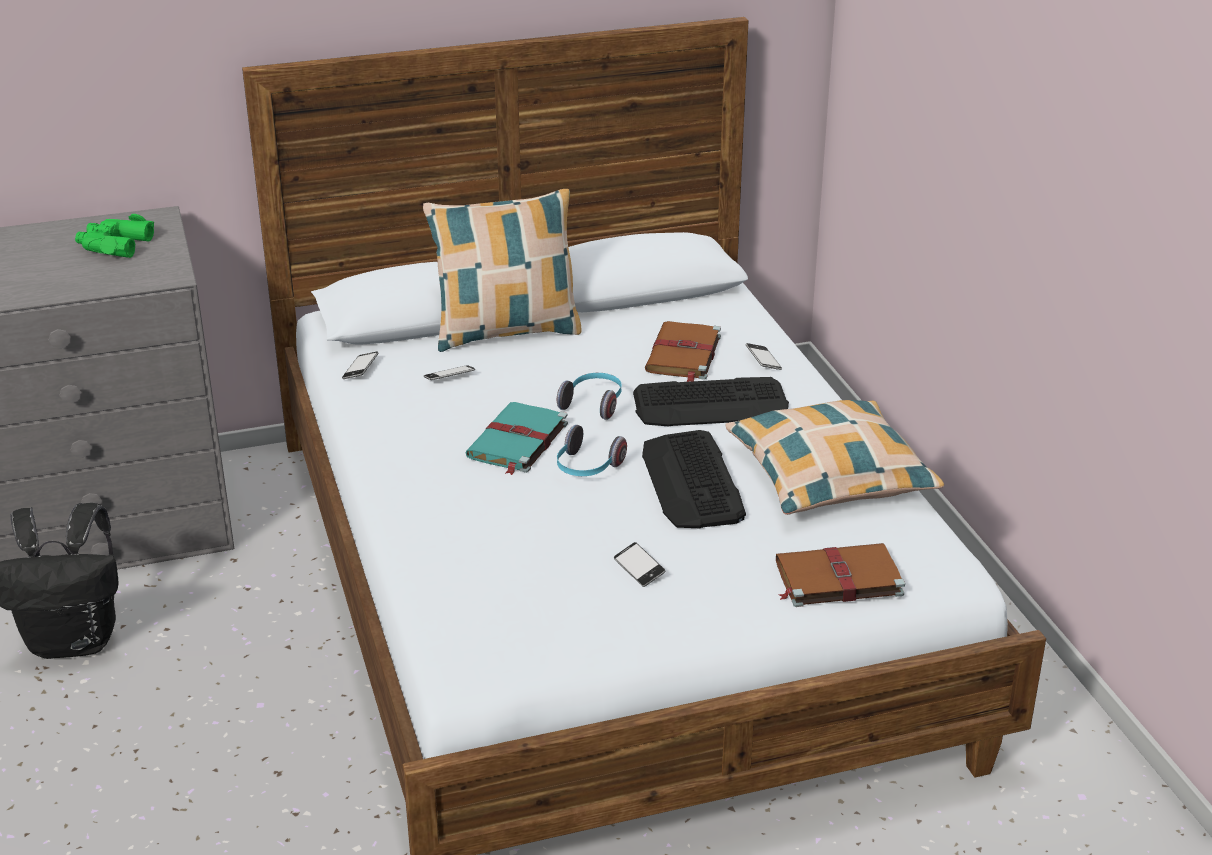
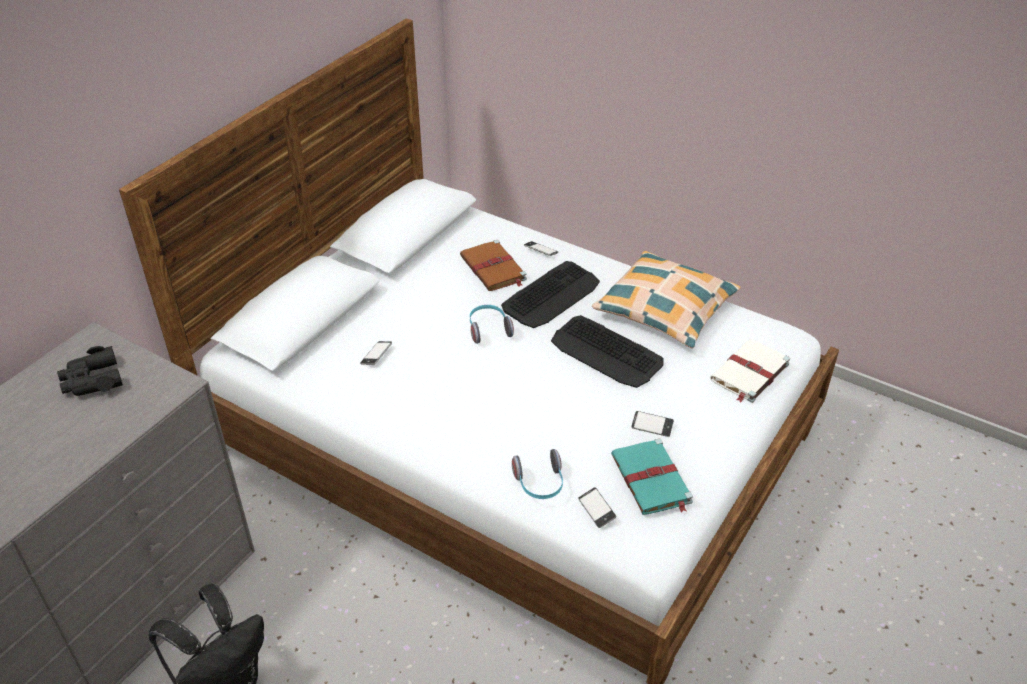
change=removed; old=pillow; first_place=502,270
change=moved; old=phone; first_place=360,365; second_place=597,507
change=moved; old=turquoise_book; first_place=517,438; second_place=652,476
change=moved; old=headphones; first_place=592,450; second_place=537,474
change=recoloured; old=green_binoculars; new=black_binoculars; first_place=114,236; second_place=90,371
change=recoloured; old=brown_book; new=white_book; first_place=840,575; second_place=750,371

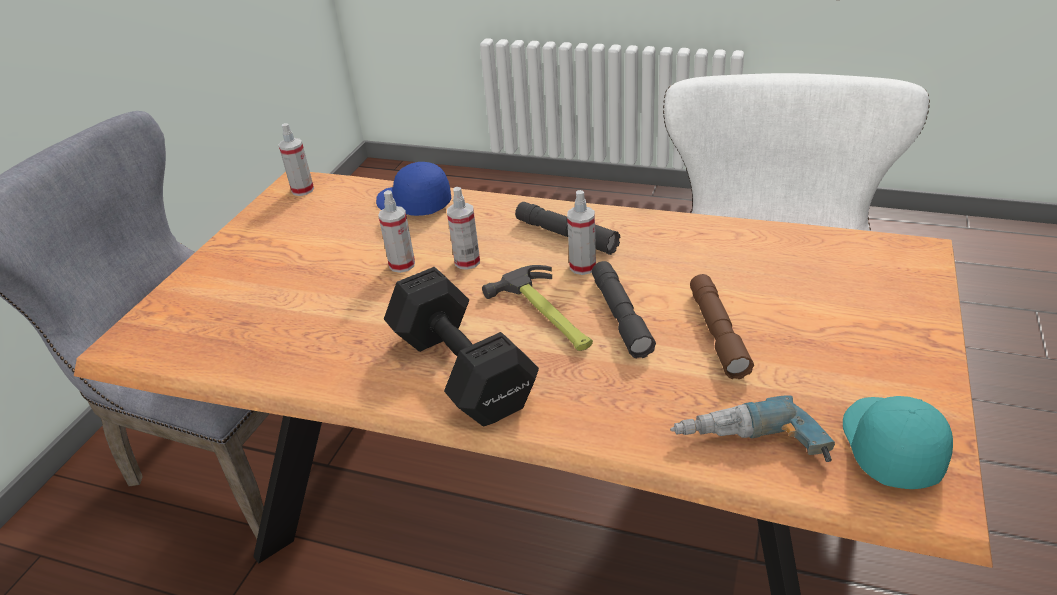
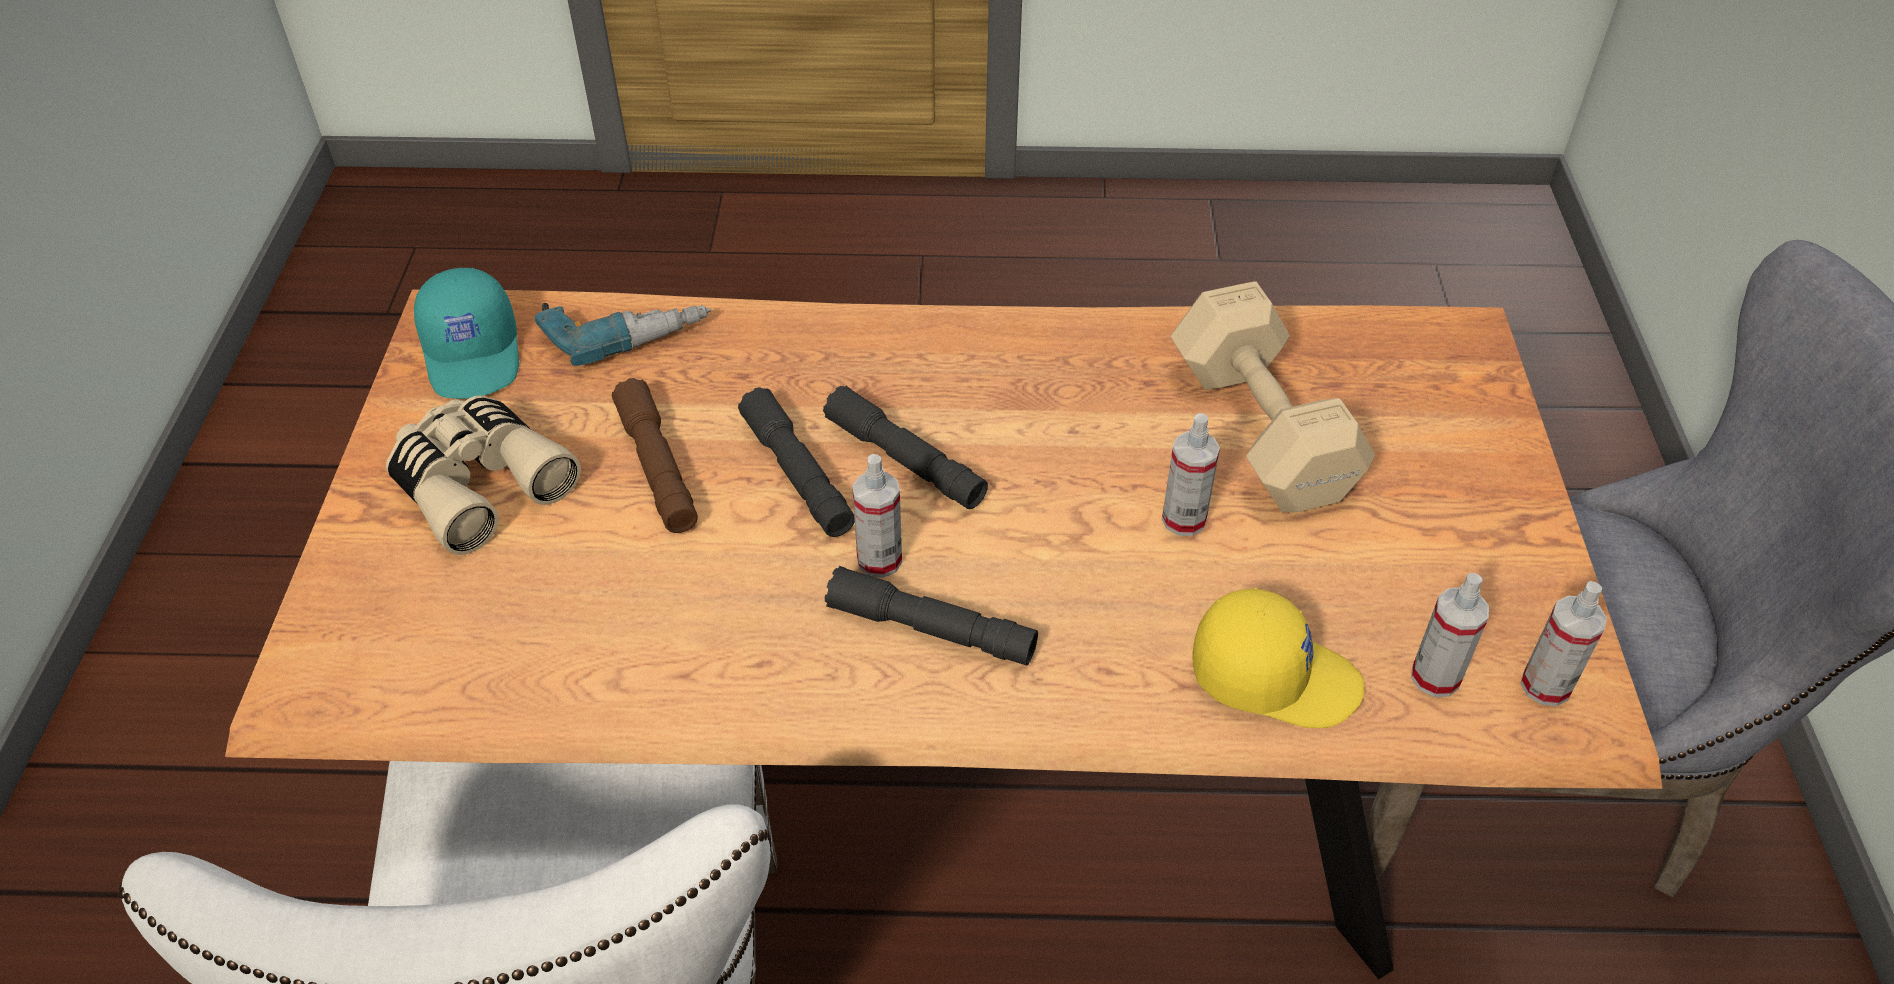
change=removed; old=black_dumbbell; first_place=461,346
change=added; new=beige_binoculars; second_place=483,475
change=added; new=beige_dumbbell; second_place=1273,396
change=moved; old=spray_bottle; first_place=463,228; second_place=1450,635
change=replaced; old=hammer; new=grey_flashlight; first_place=537,308; second_place=905,447
change=recoloured; old=blue_cap; new=yellow_cap; first_place=413,189; second_place=1278,658

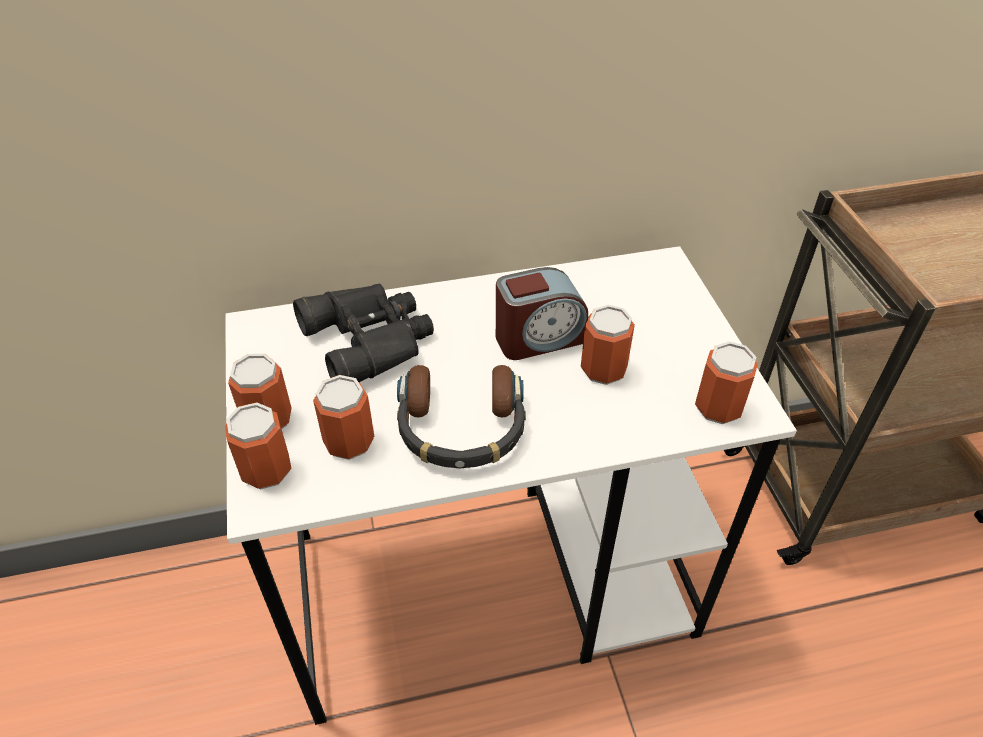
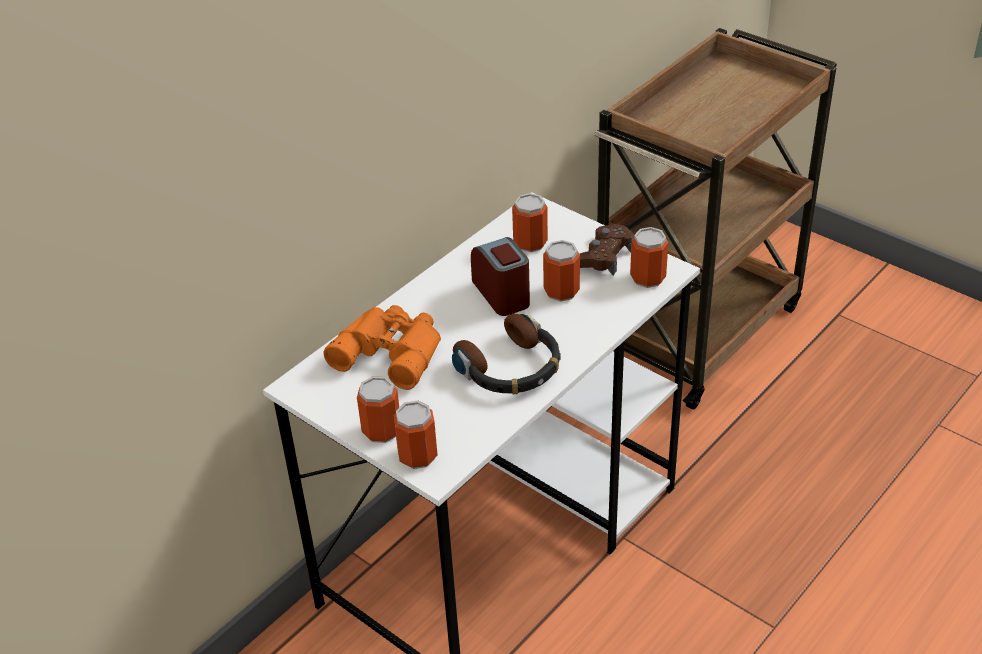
change=added; new=brown_game_controller; second_place=607,249
change=moved; old=can; first_place=343,417; second_place=530,222
change=recoloured; old=black_binoculars; new=orange_binoculars; first_place=363,333; second_place=382,347
change=turned; old=alarm_clock; first_place=542,313; second_place=500,276; degrees=-60

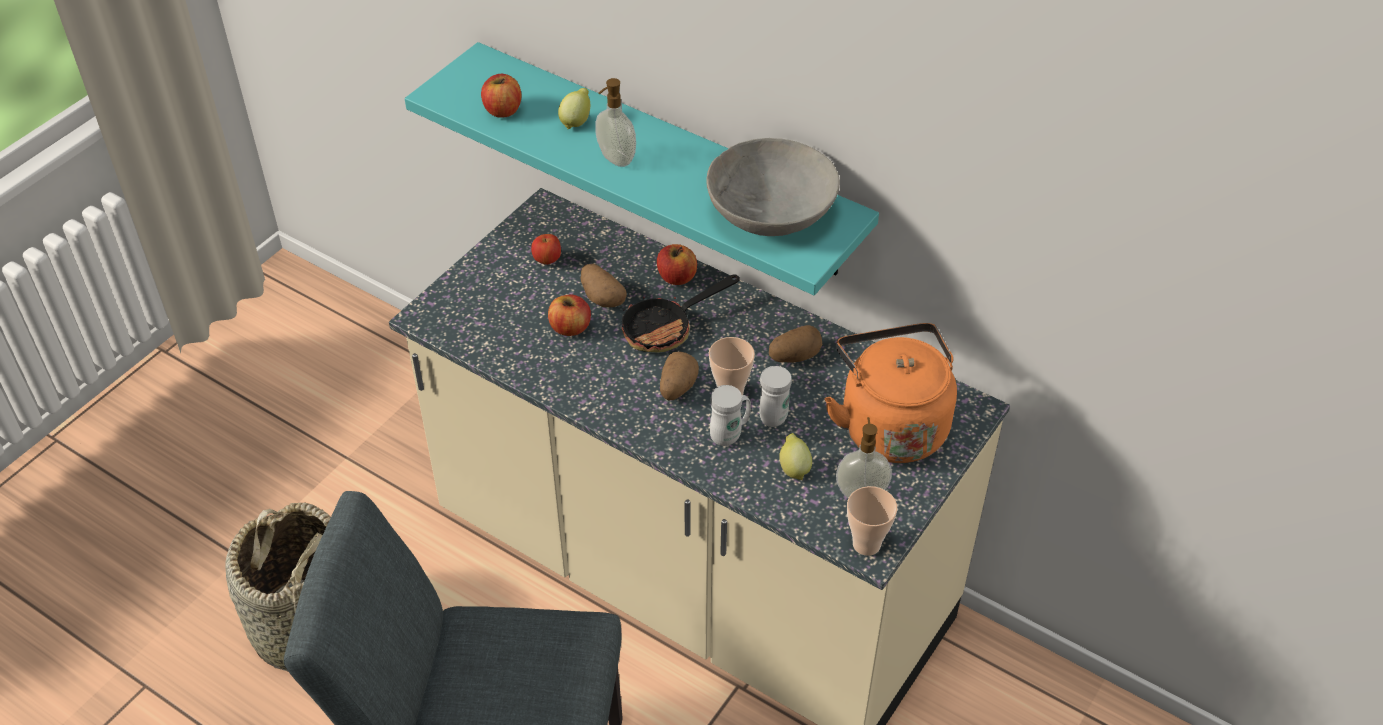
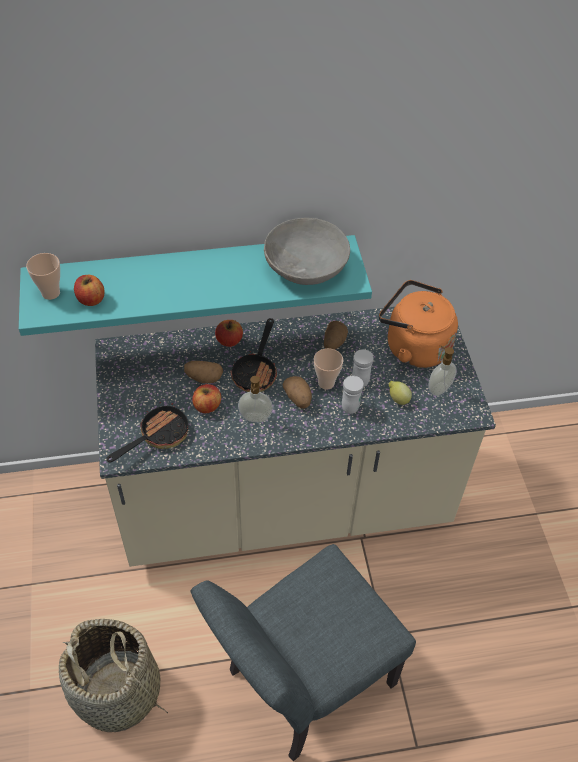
change=removed; old=apple; first_place=546,249
change=removed; old=lemon; first_place=574,108
change=added; new=frying_pan; second_place=147,432
change=moved; old=soap_dispenser; first_place=615,122; second_place=255,399
change=moved; old=cup; first_place=872,521; second_place=43,276

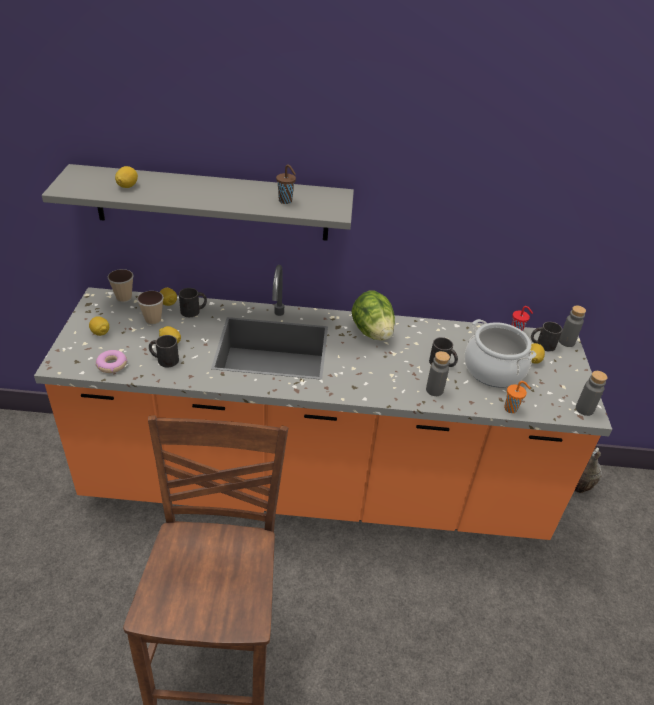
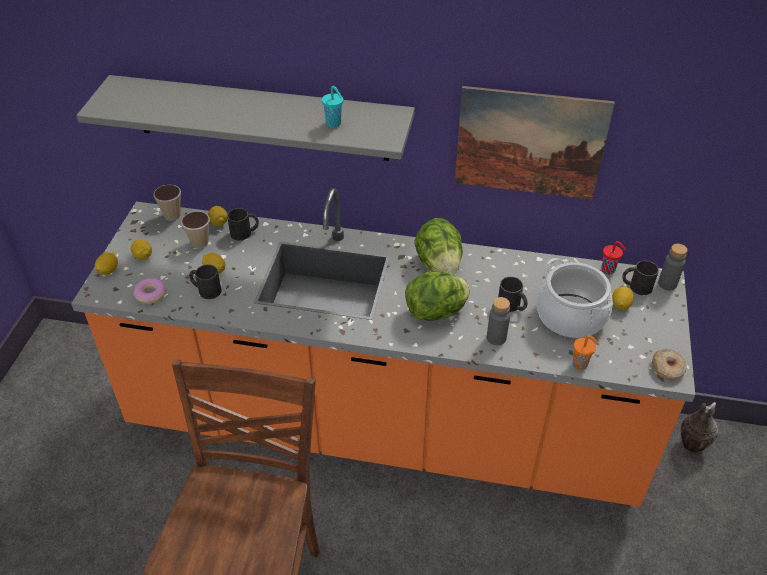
change=added; new=lettuce; second_place=437,296
change=added; new=picture; second_place=535,142
change=moved; old=lemon; first_place=126,177; second_place=106,263
change=replaced; old=grey_bottle; new=donut; first_place=592,393; second_place=669,364
change=recoloured; old=brown_cup; new=turquoise_cup; first_place=286,184; second_place=332,106

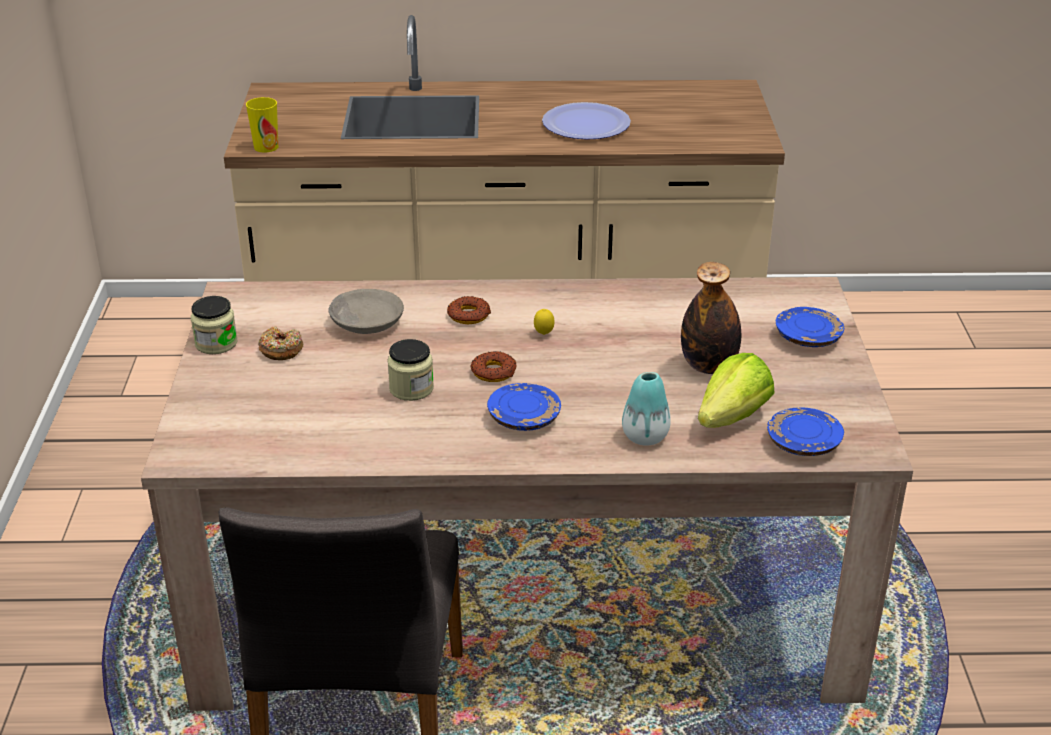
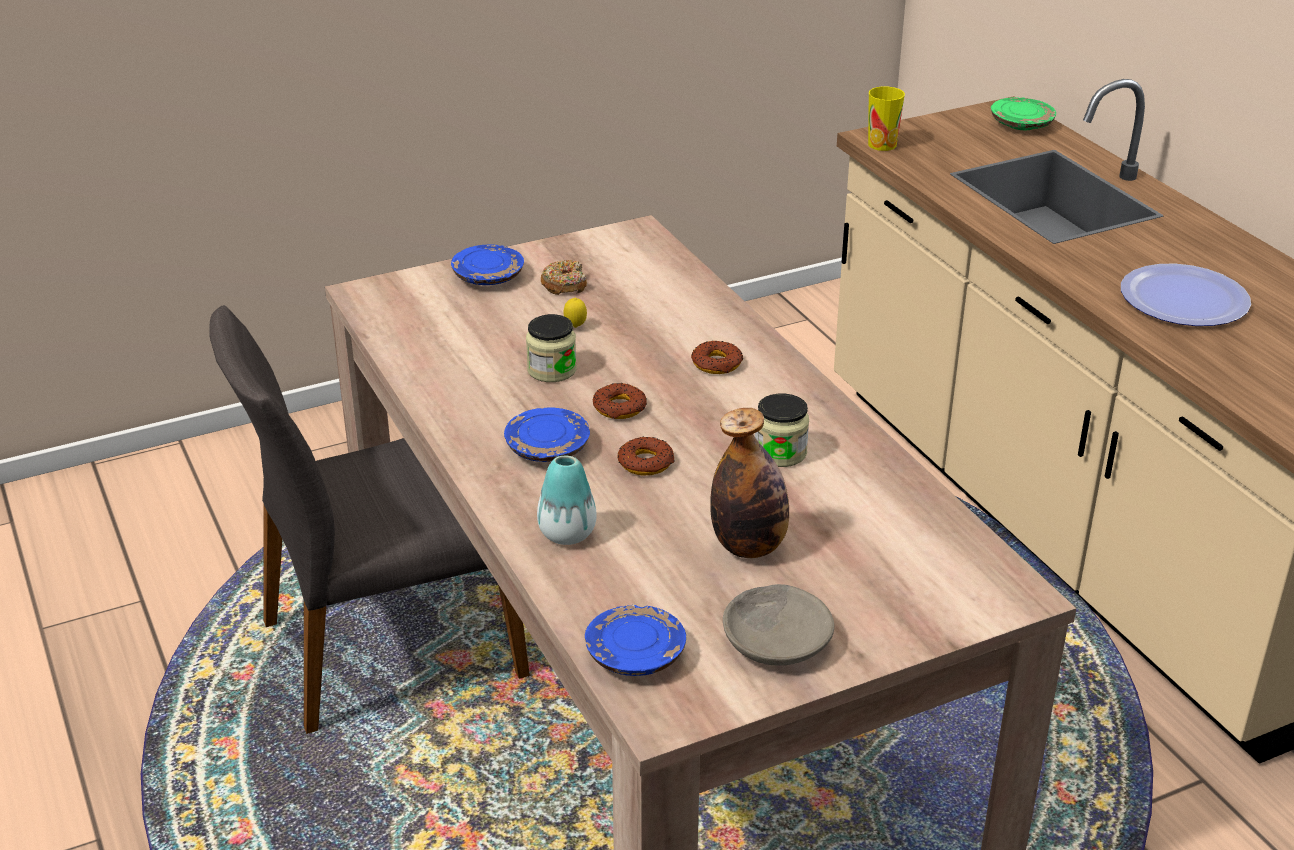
change=removed; old=lettuce; first_place=736,390
change=added; new=donut; second_place=646,456
change=added; new=green_plate; second_place=1023,113
change=moved; old=jar; first_place=214,325; second_place=782,430
change=moved; old=grey_bowl; first_place=366,311; second_place=778,625
change=moved; old=lemon; first_place=544,322; second_place=575,313
change=moved; old=blue_plate; first_place=810,327; second_place=487,264

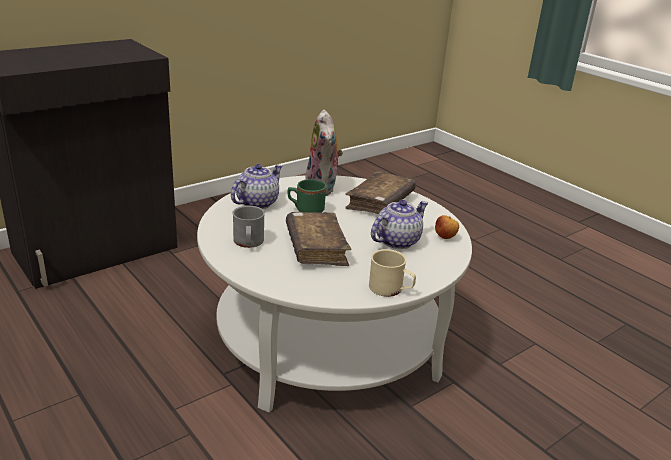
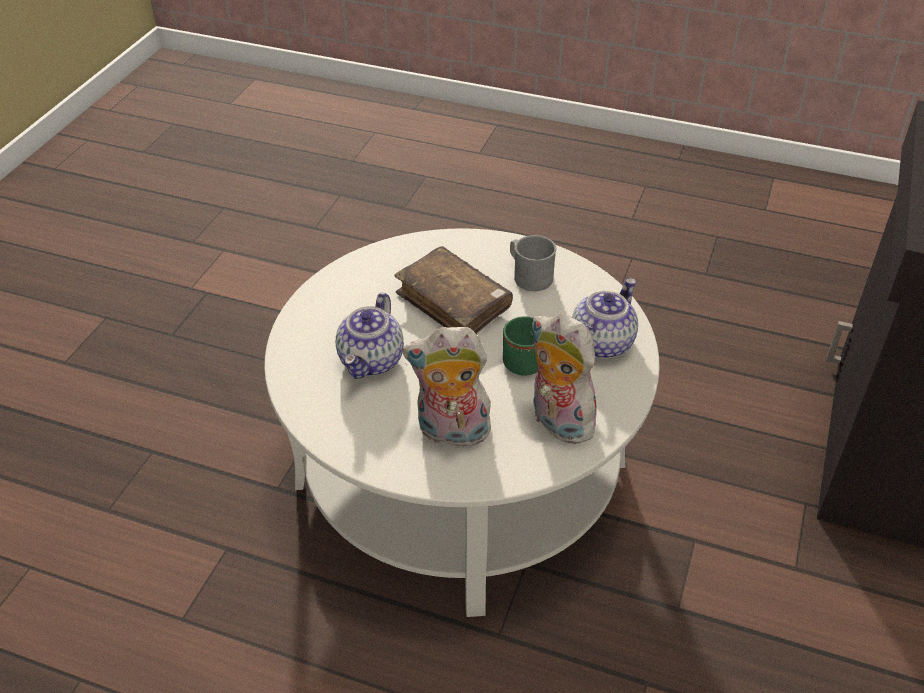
change=removed; old=beige_mug; first_place=392,273
change=removed; old=apple; first_place=447,227
change=replaced; old=brown_book; new=plush_toy; first_place=380,192; second_place=446,387
change=turned; old=teapot; first_place=257,186; second_place=605,319; degrees=-150

